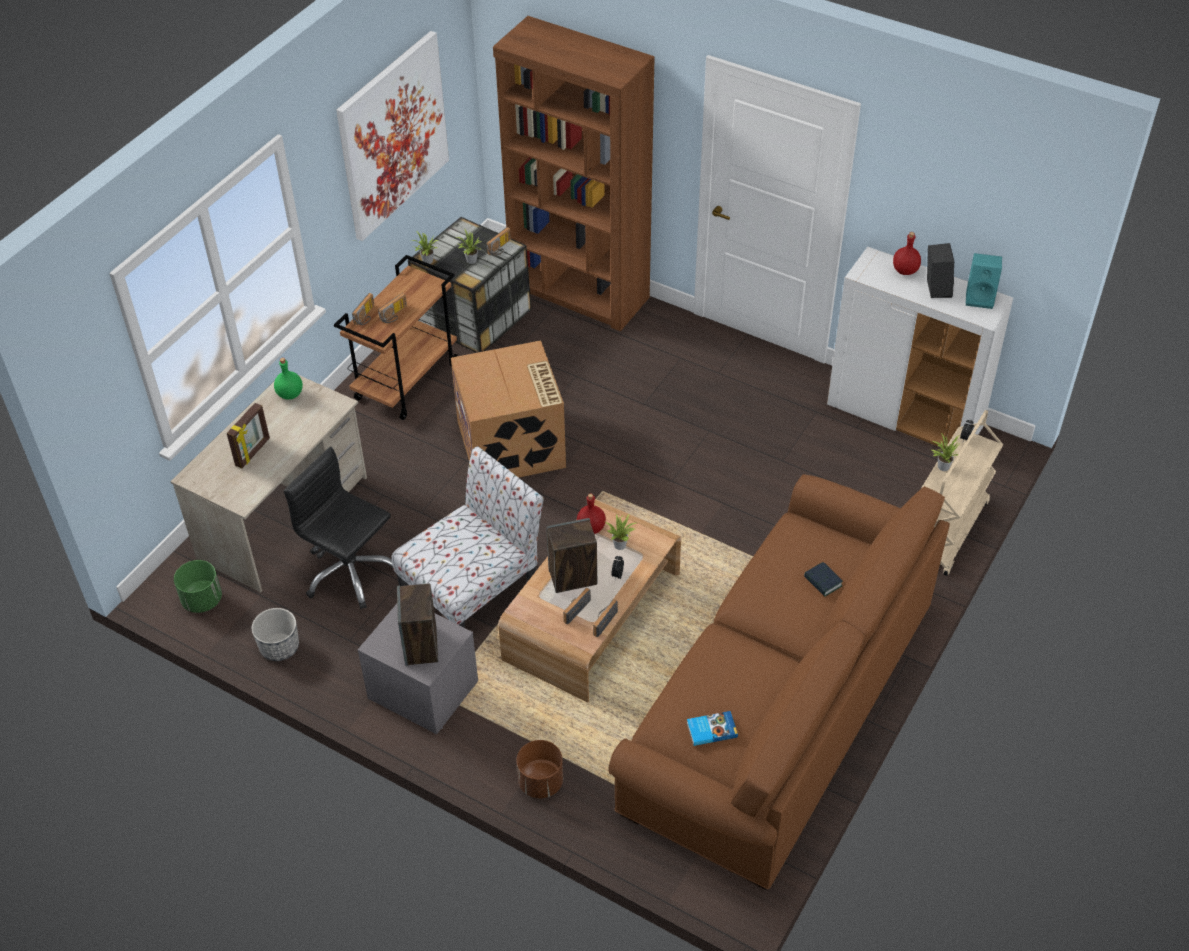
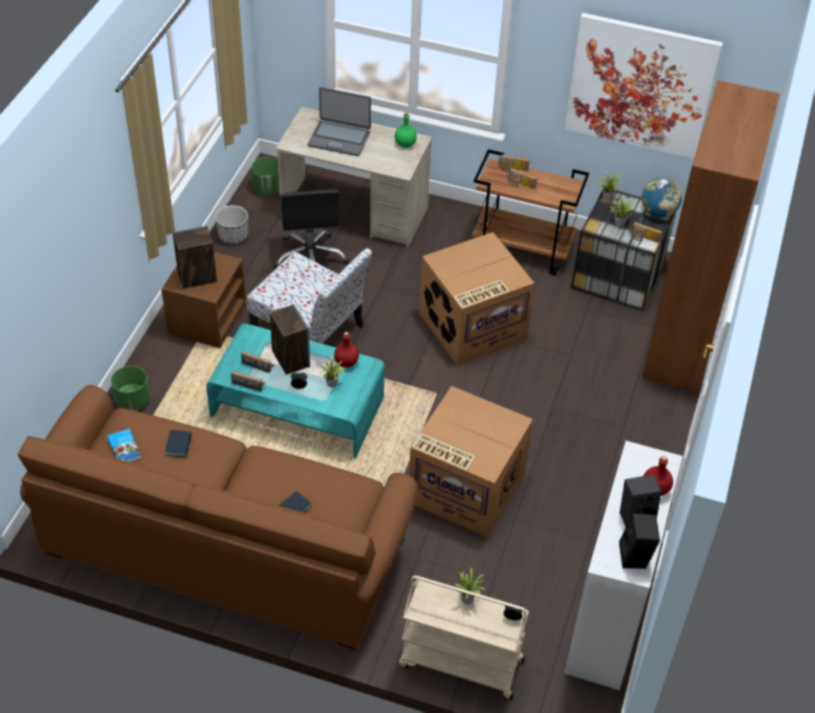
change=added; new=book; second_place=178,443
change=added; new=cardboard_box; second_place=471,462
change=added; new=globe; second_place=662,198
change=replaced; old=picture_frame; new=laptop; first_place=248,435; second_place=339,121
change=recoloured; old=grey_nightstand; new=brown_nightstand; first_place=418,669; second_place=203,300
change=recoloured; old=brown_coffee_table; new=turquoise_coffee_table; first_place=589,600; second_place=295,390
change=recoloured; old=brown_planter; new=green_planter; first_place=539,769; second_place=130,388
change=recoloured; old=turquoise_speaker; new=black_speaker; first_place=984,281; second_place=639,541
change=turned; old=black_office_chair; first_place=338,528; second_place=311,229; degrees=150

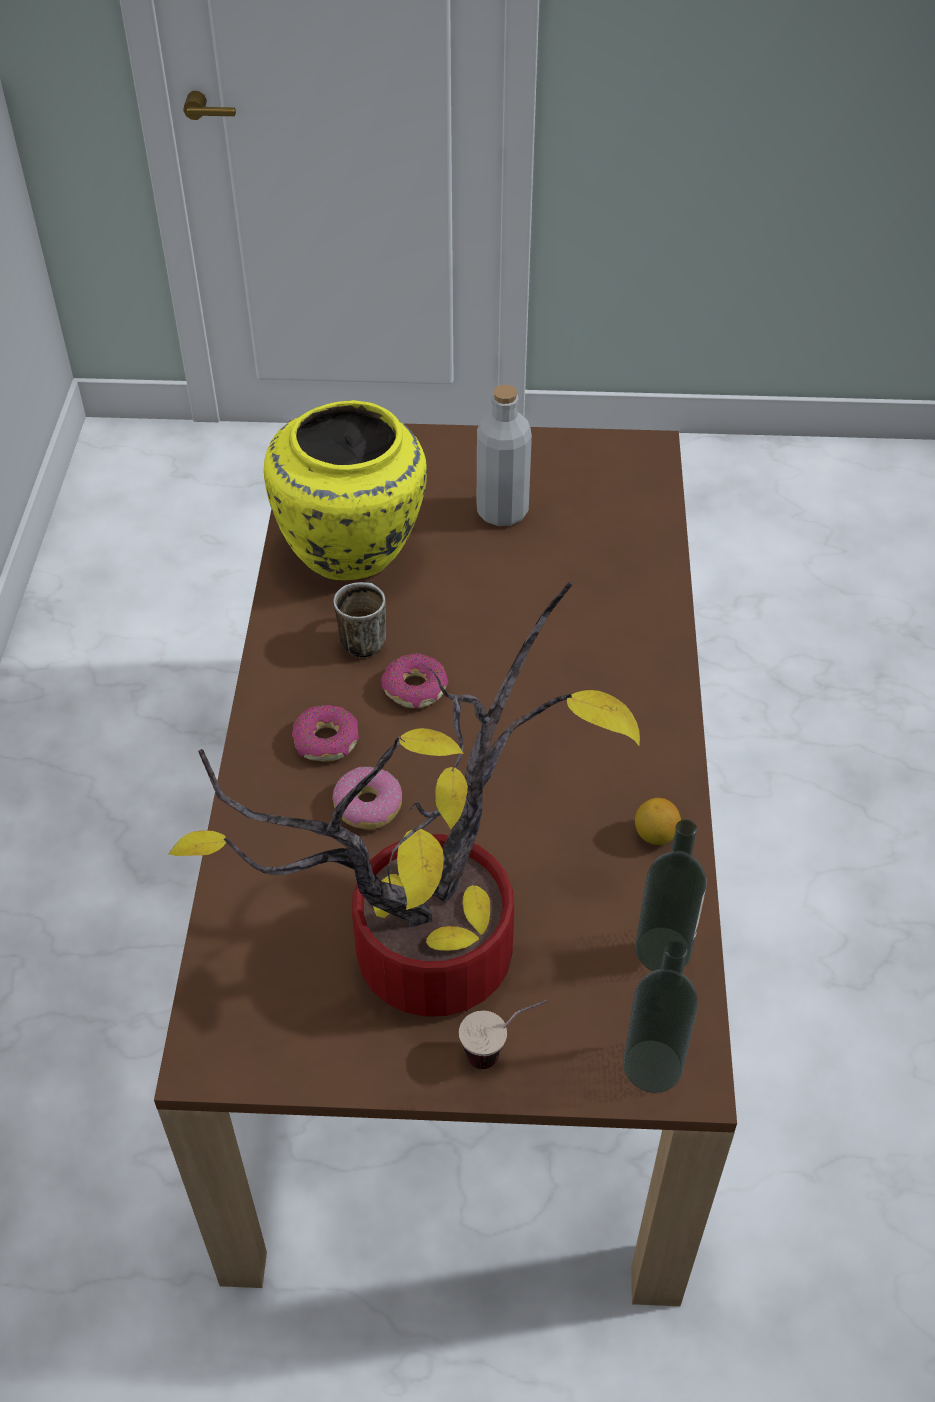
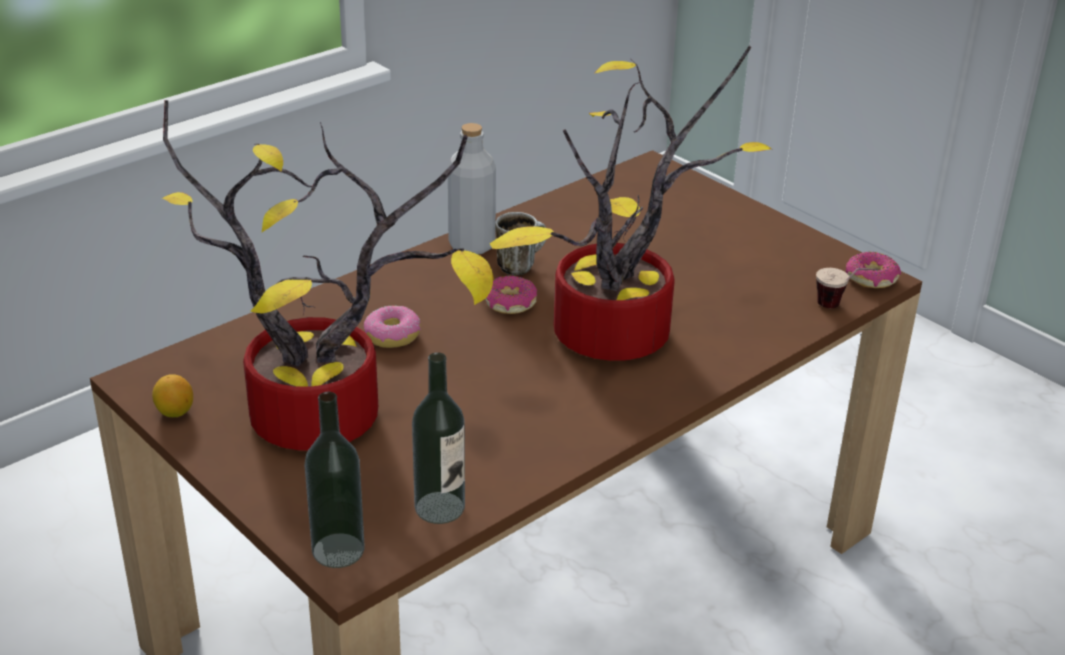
change=removed; old=yellow_vase; first_place=345,490
change=added; new=potted_plant; second_place=631,203
change=moved; old=donut; first_place=325,733; second_place=873,270
change=moved; old=cup; first_place=503,1034; second_place=847,288
change=moved; old=grey_bottle; first_place=504,455; second_place=472,188
change=moved; old=lemon; first_place=658,821; second_place=172,395

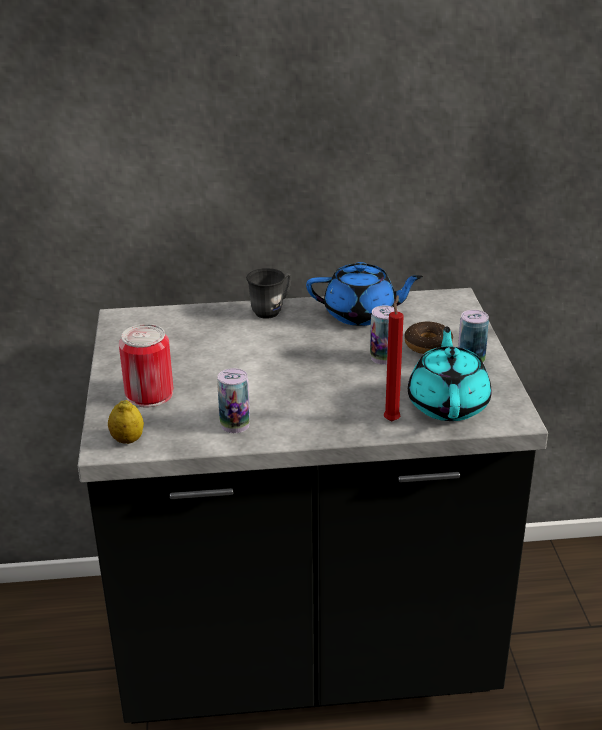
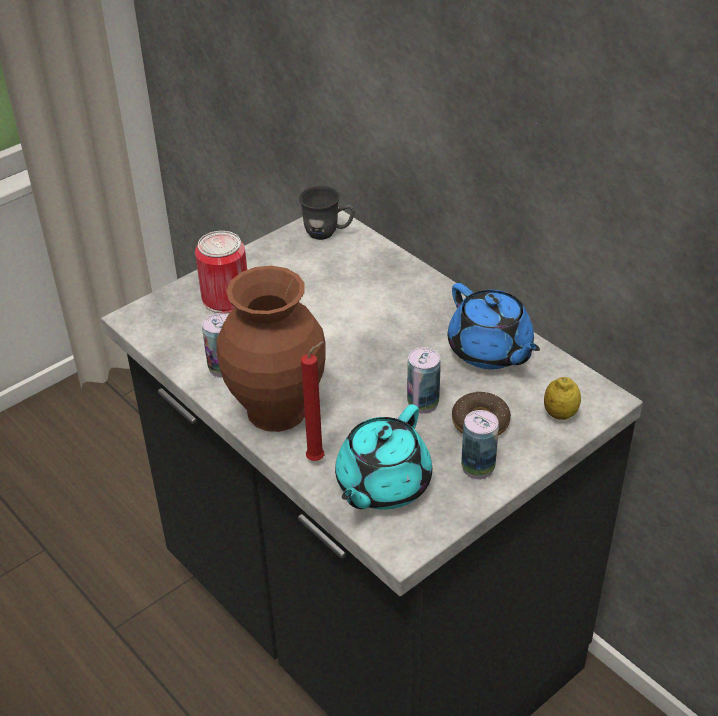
change=added; new=brown_vase; second_place=271,349
change=moved; old=lemon; first_place=126,422; second_place=562,398
change=moved; old=grey_mug; first_place=268,293; second_place=327,213
change=turned; old=turquoise_teapot; first_place=450,374; second_place=383,457; degrees=150

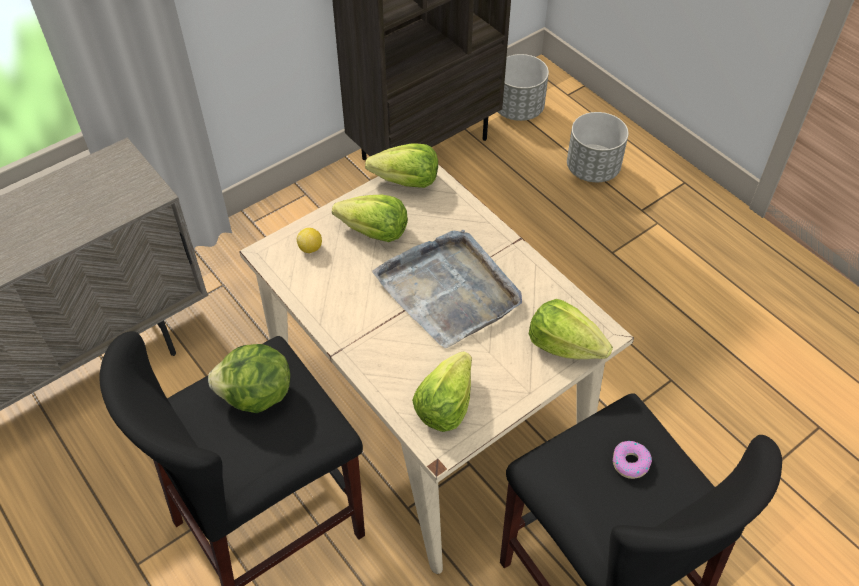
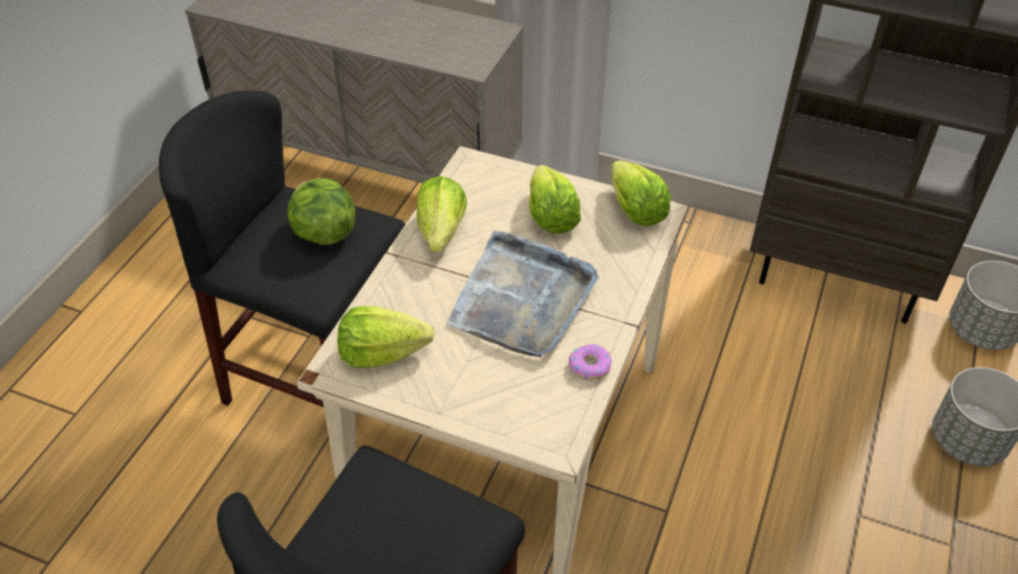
change=removed; old=lemon; first_place=309,240
change=moved; old=lettuce; first_place=571,329; second_place=441,214
change=moved; old=donut; first_place=632,460; second_place=590,362

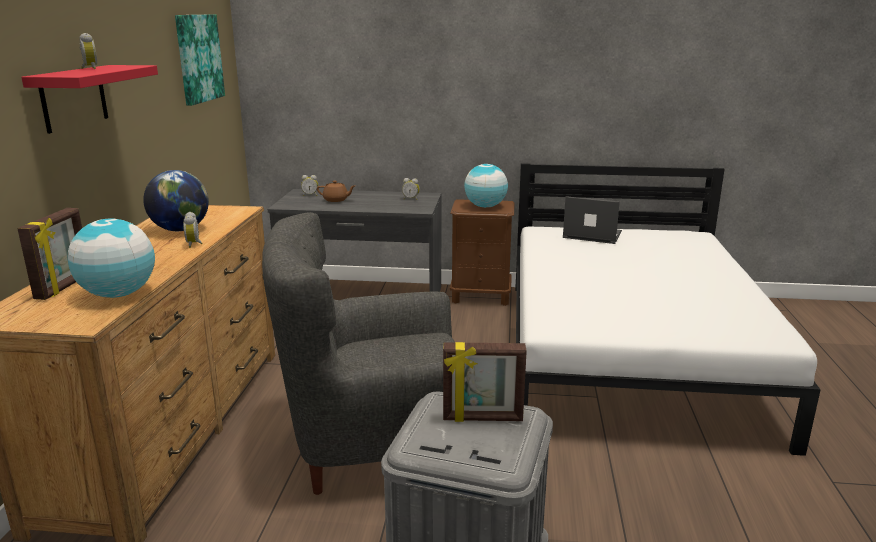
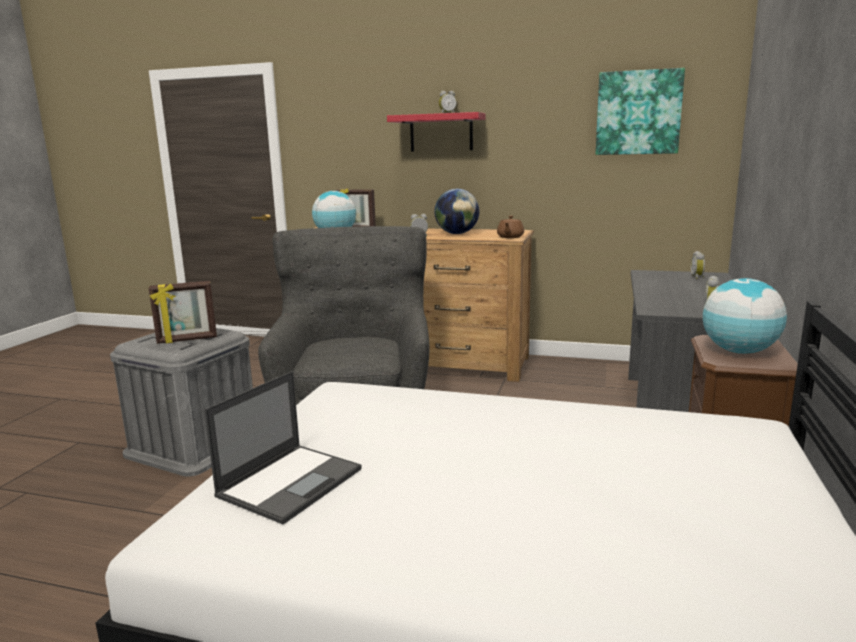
change=moved; old=brown_teapot; first_place=336,191; second_place=510,227
change=moved; old=laptop; first_place=592,220; second_place=283,448
change=turned; old=picture_frame; first_place=485,382; second_place=183,312; degrees=-120

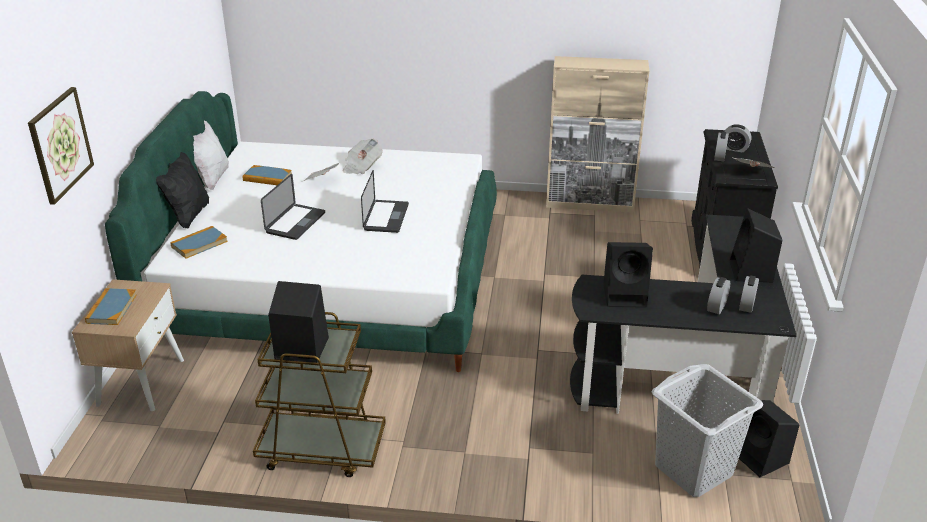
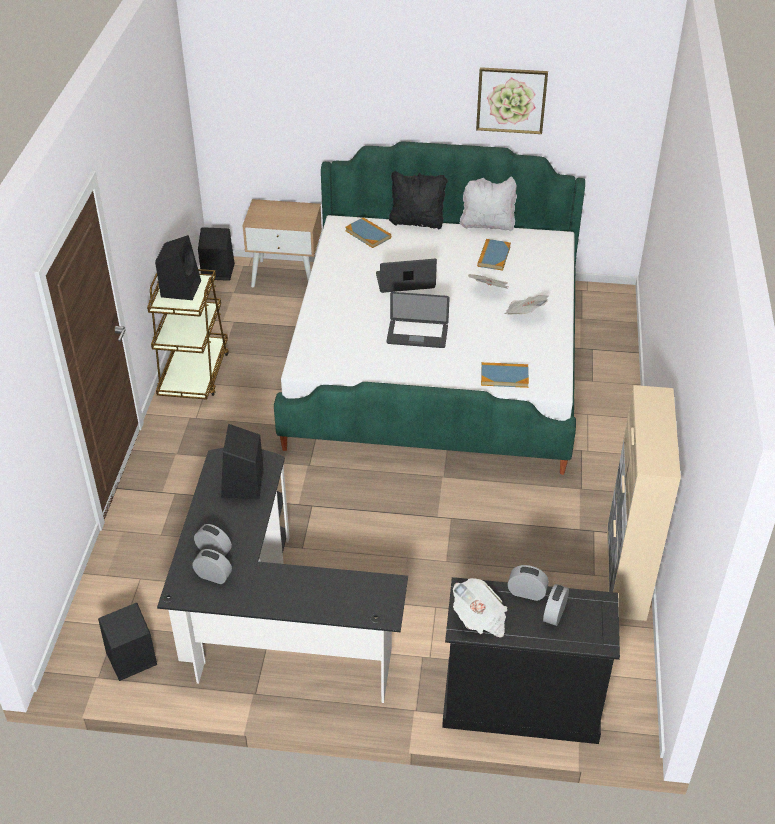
change=removed; old=grey_laundry_basket; first_place=707,430
change=moved; old=picture; first_place=61,146; second_place=512,100
change=moved; old=book; first_place=111,306; second_place=505,375
change=moved; old=black_speaker; first_place=755,245; second_place=216,254
change=turned; old=laptop; first_place=293,207; second_place=406,276; degrees=150

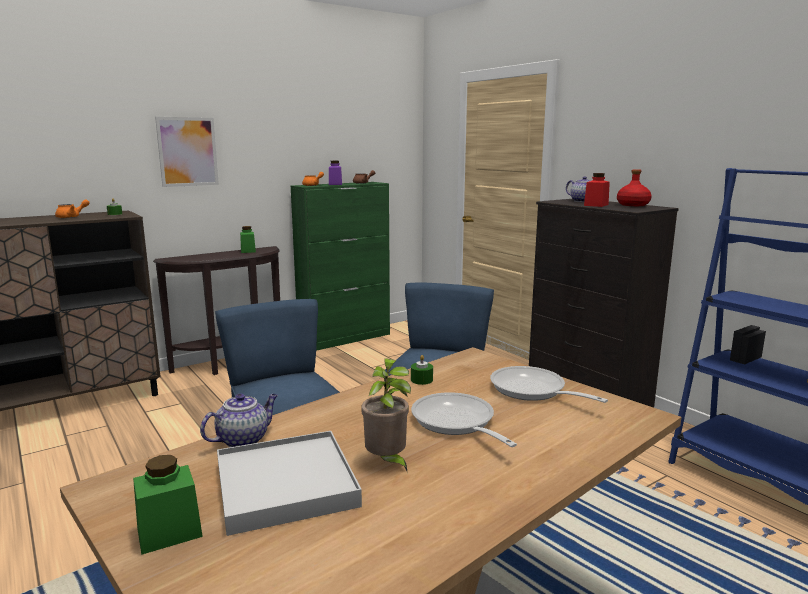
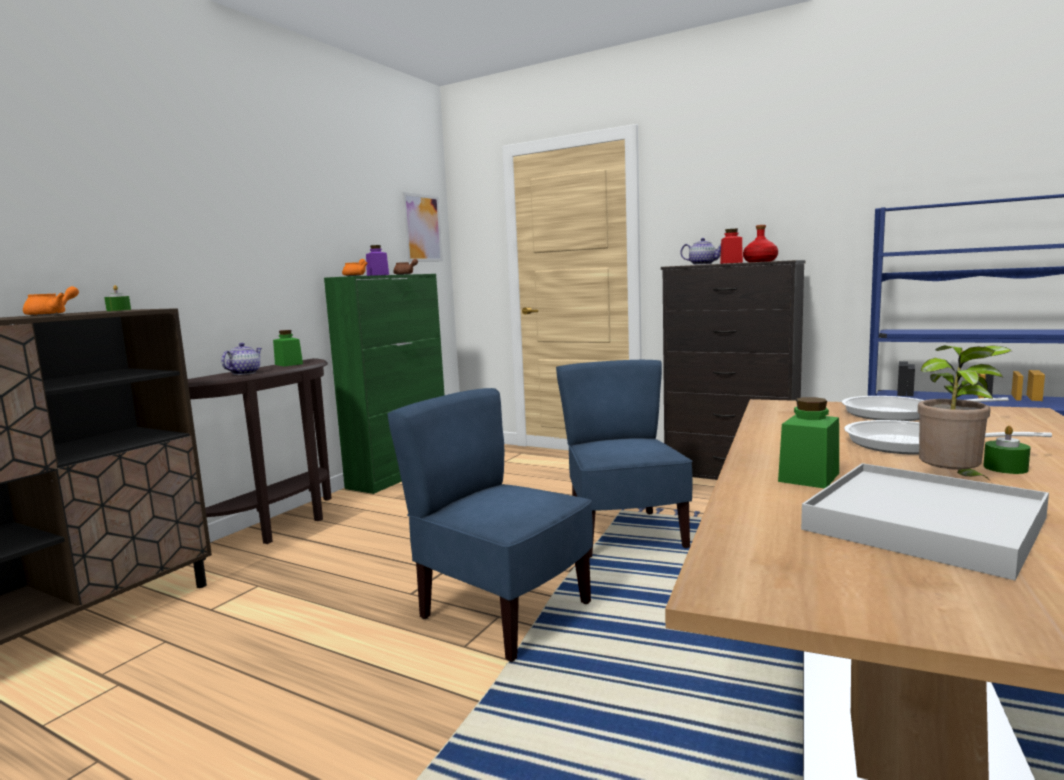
change=moved; old=green_jar; first_place=168,505; second_place=808,443
change=moved; old=picture; first_place=187,152; second_place=422,227
change=moved; old=teapot; first_place=239,420; second_place=241,359
change=moved; old=green_candle; first_place=422,370; second_place=1007,450

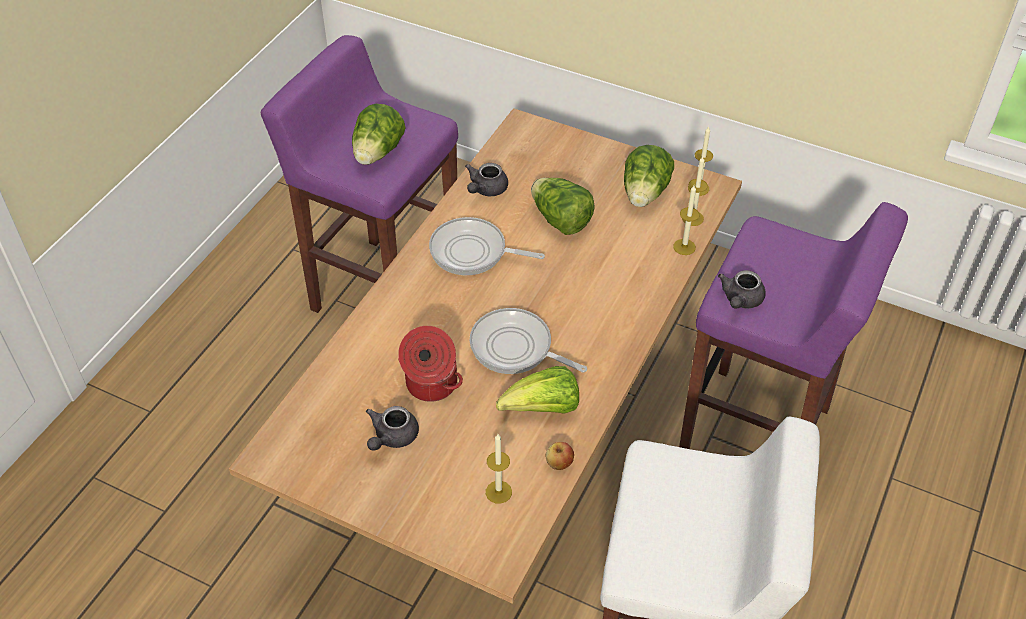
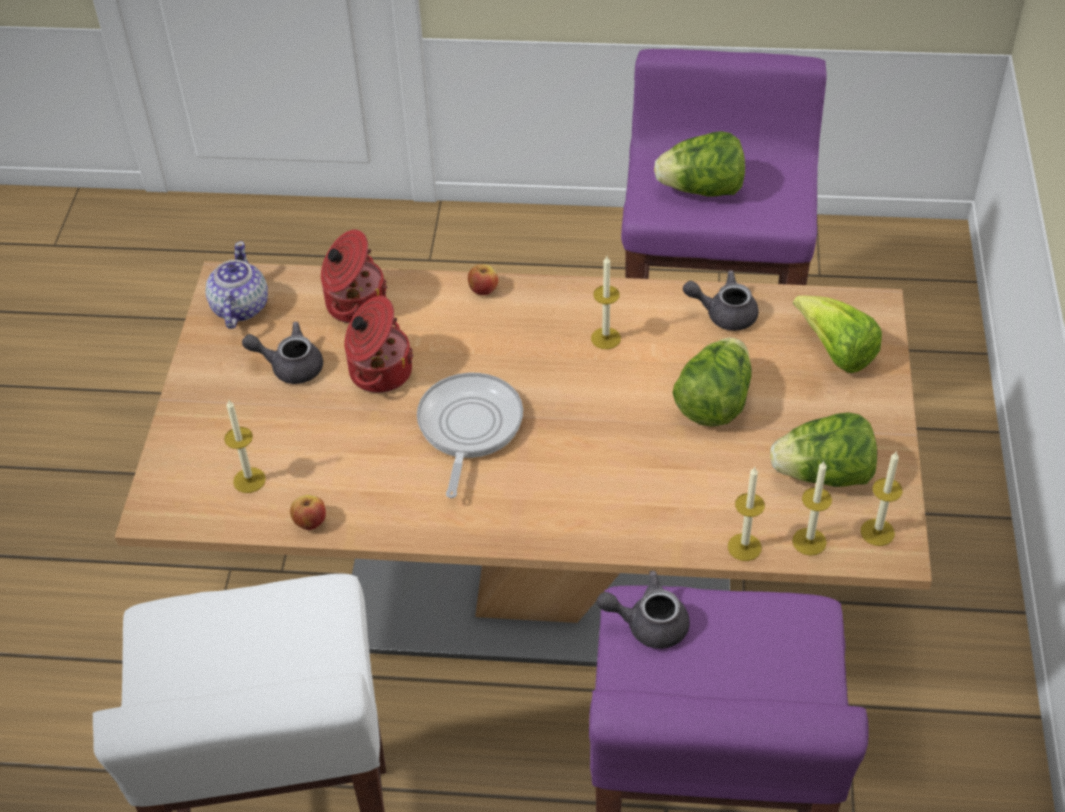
change=added; new=teapot; second_place=236,285
change=added; new=cooking_pot; second_place=354,276
change=added; new=apple; second_place=483,279
change=moved; old=lettuce; first_place=537,390; second_place=837,334
change=replaced; old=frying_pan; new=candle; first_place=487,246; second_place=606,302

